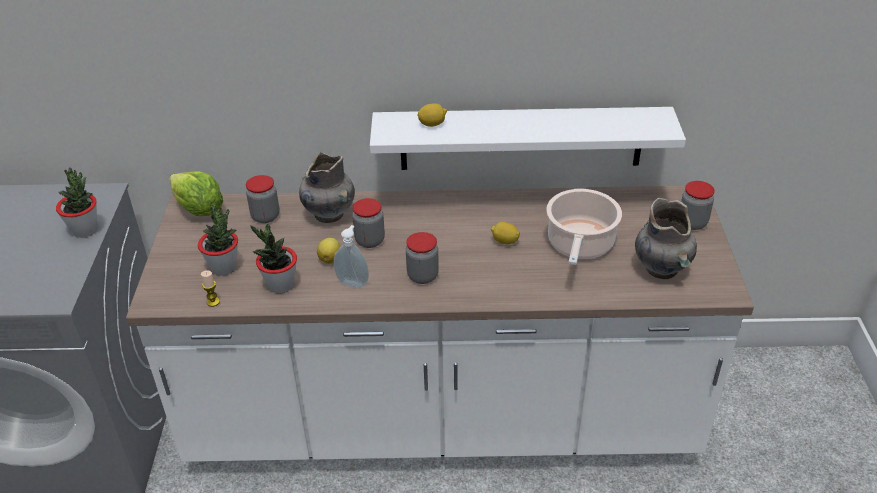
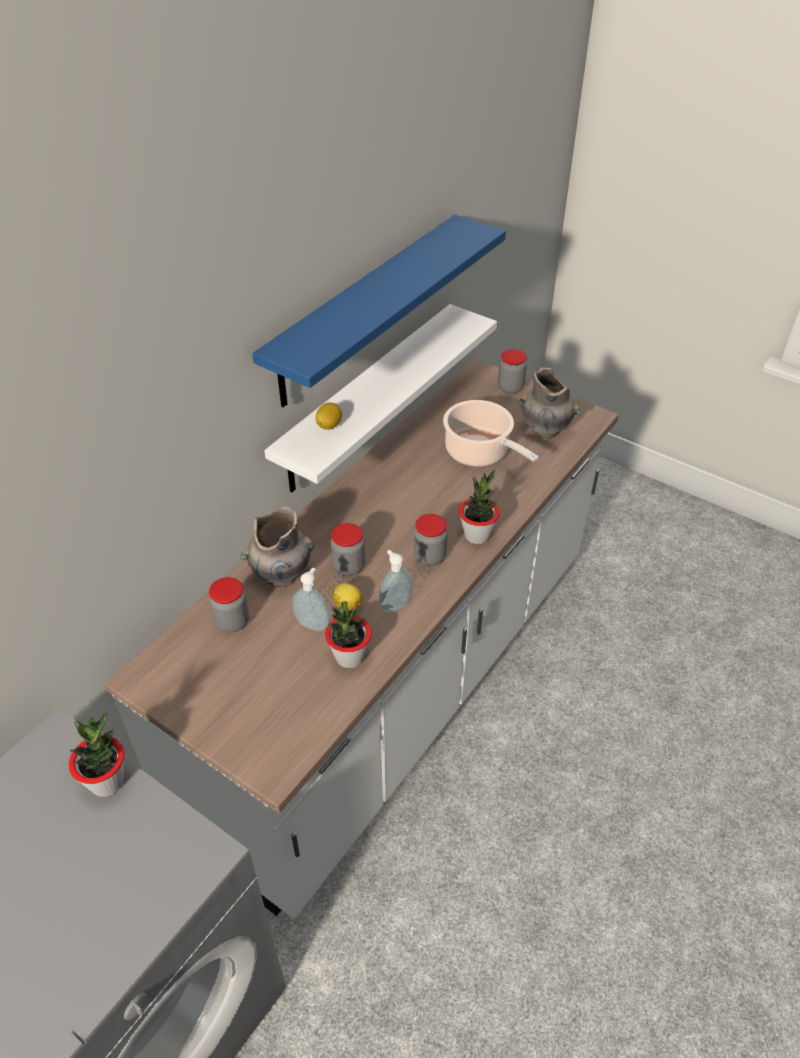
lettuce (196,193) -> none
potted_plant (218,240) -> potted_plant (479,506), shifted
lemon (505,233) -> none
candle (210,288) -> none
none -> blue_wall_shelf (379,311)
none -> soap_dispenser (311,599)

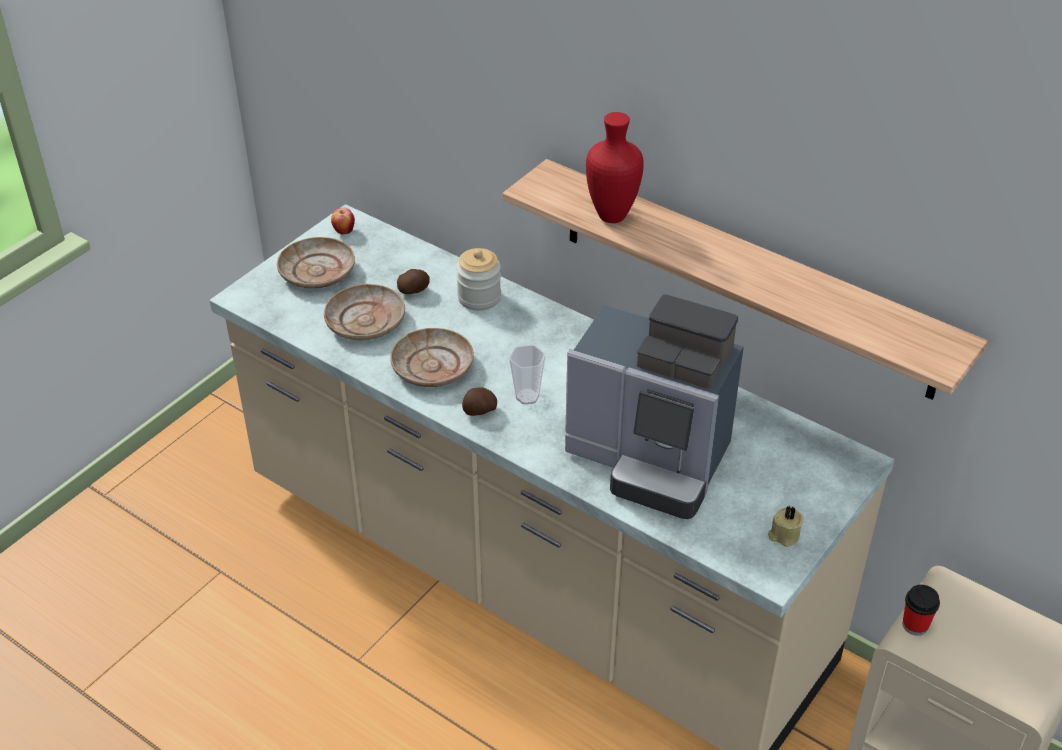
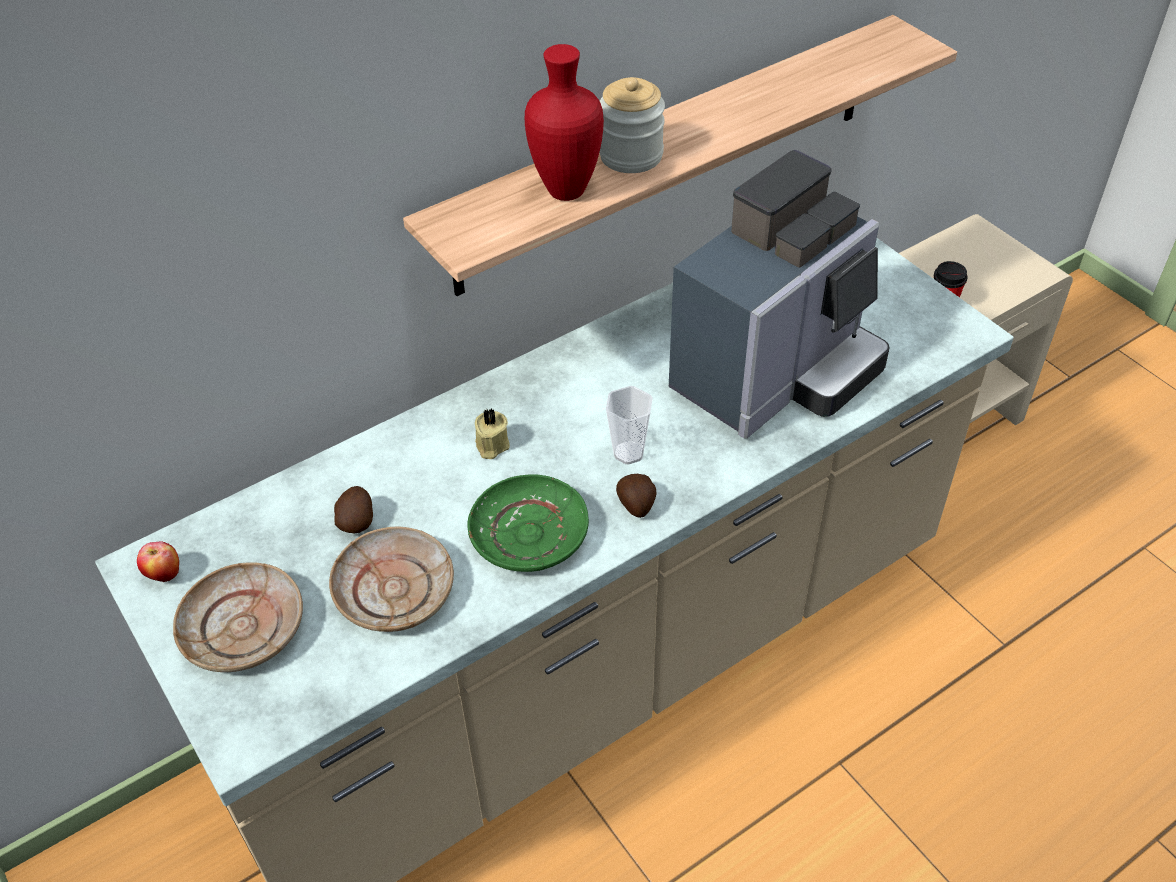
jar (478,279) -> jar (632,125), shifted
beige-coloured_plate (432,357) -> green-coloured_plate (528,523)
beige-coloured_candle (785,526) -> beige-coloured_candle (492,433), shifted

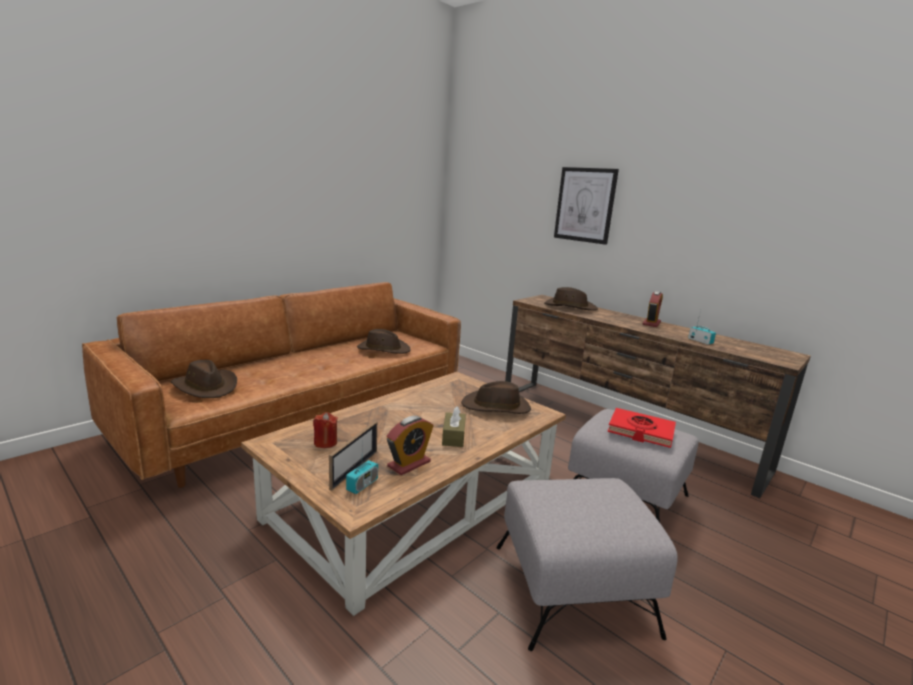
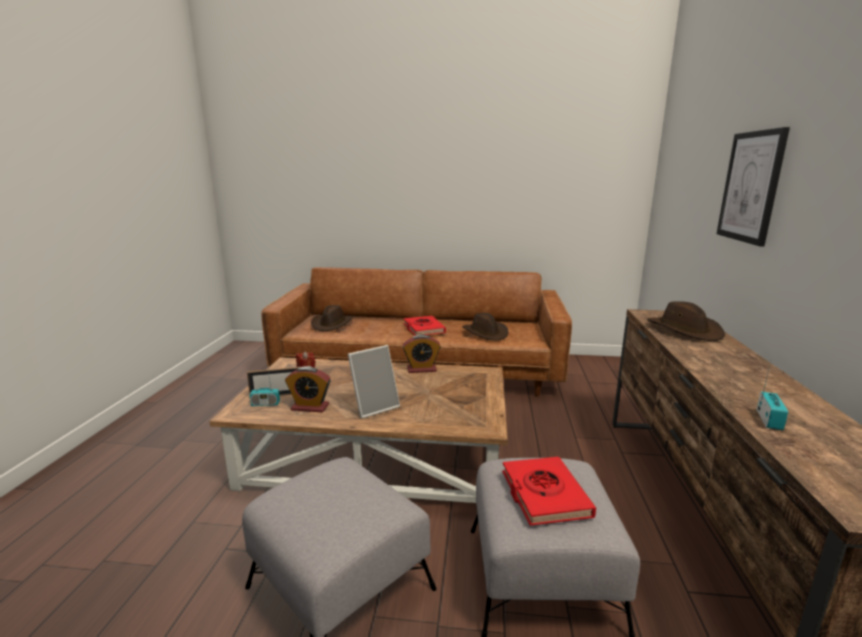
alarm_clock (653,309) -> alarm_clock (422,354), shifted
brownish_wearable_hat (496,397) -> none
brownish_tissue_box (454,426) -> photo_frame (374,382)
none -> red-coloured_book (425,326)

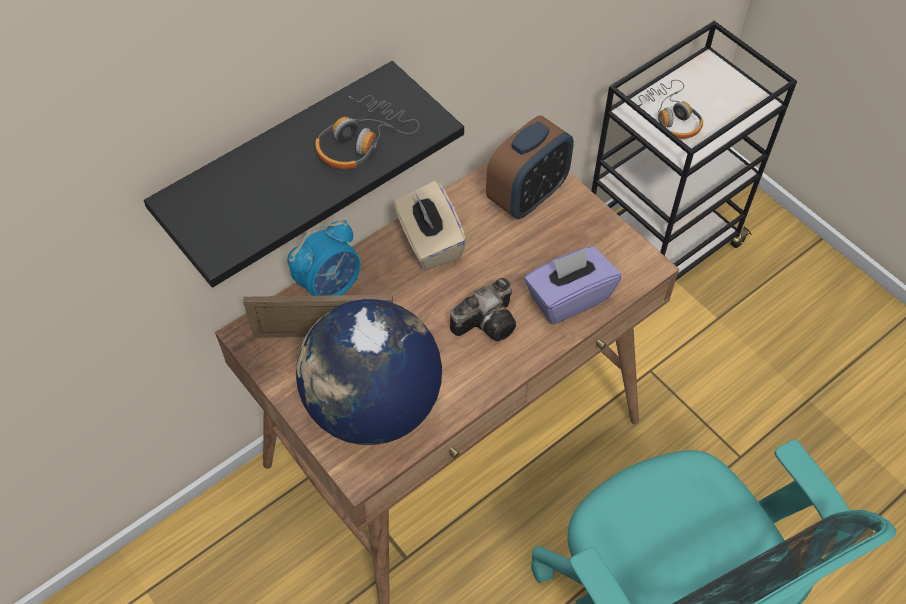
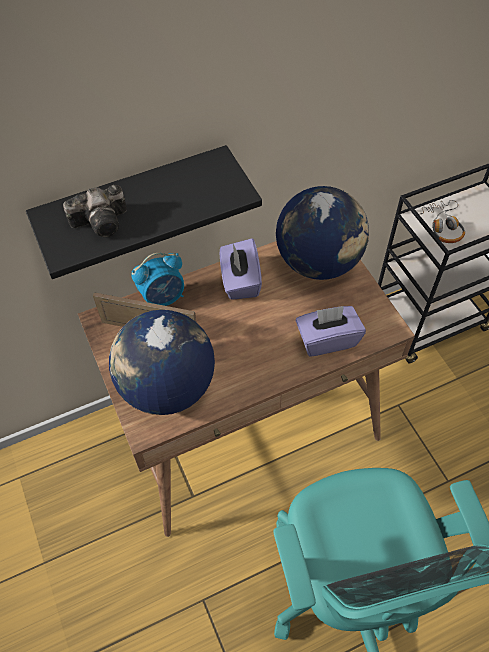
headset (367,132) -> none
alarm_clock (530,167) -> world_globe (322,233)
beige-coloured_tissue_box (430,225) -> purple-coloured_tissue_box (241,269)
still_camera (483,309) -> still_camera (95,211), shifted

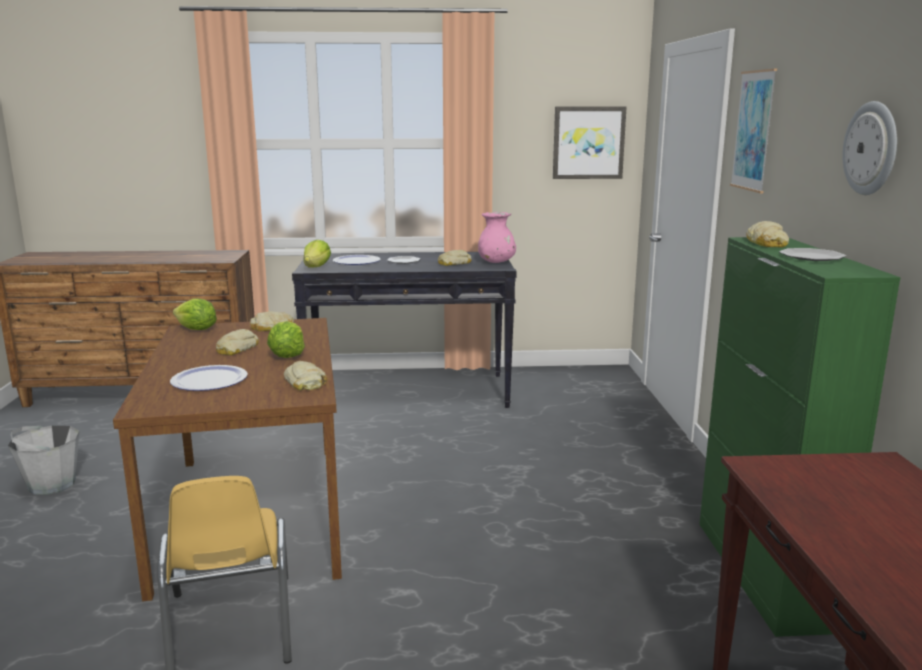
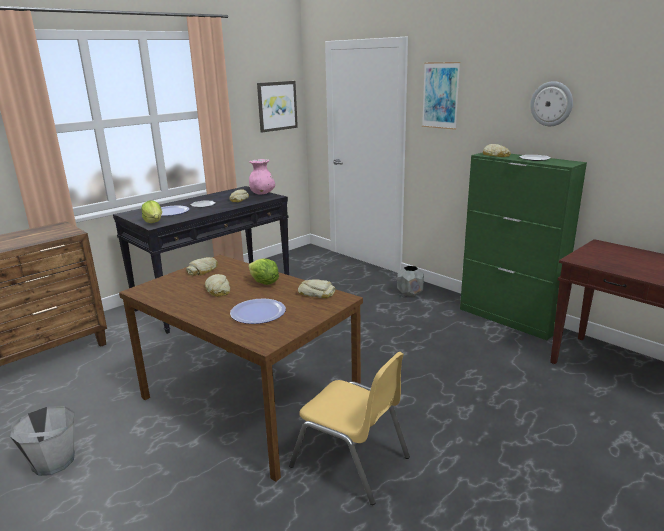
lettuce (195,314) -> none
none -> gray_planter (410,281)

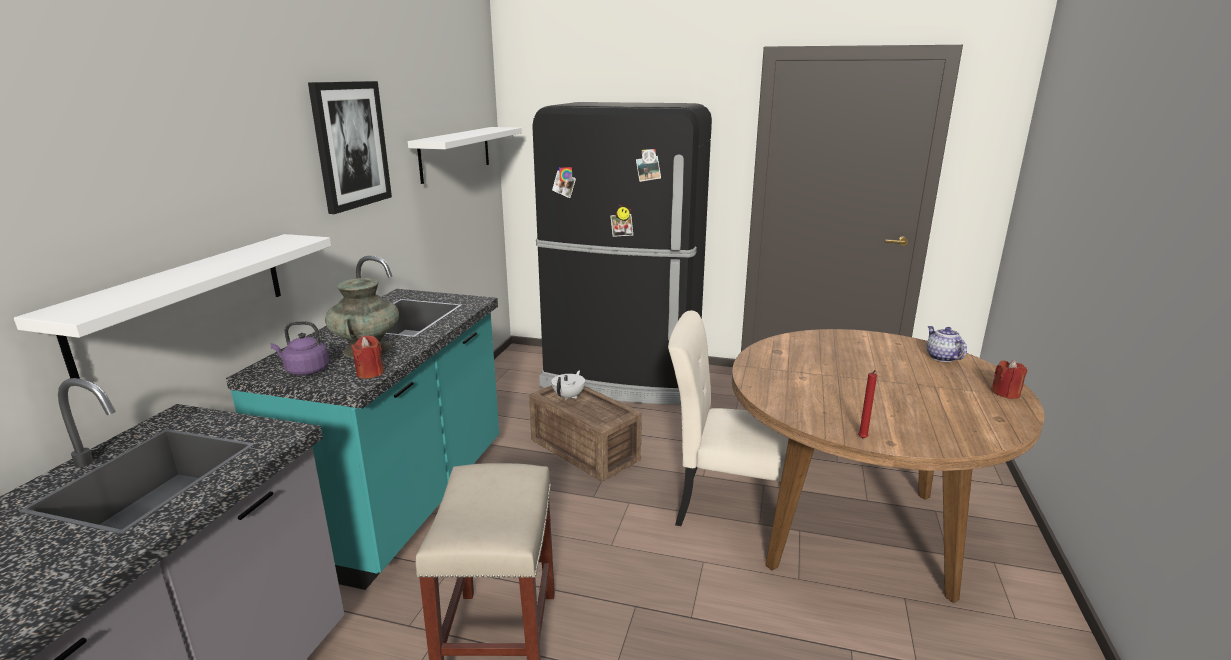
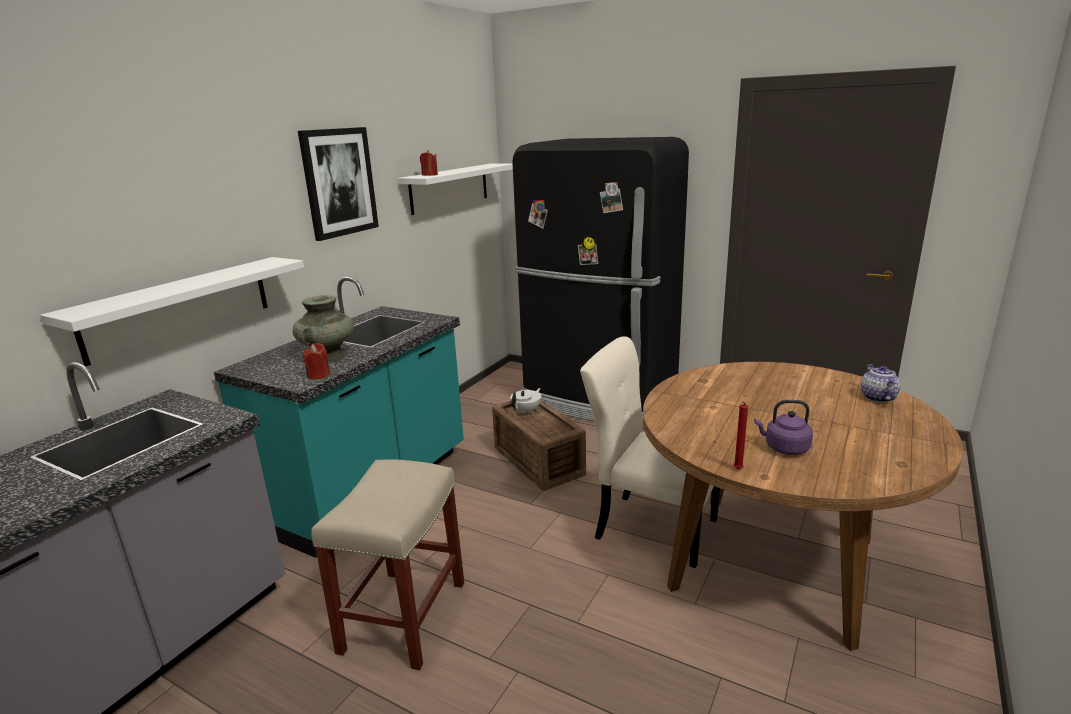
purple-coloured_tea_kettle (299,348) -> purple-coloured_tea_kettle (783,427), shifted
red-coloured_candle (1009,379) -> red-coloured_candle (429,163), shifted

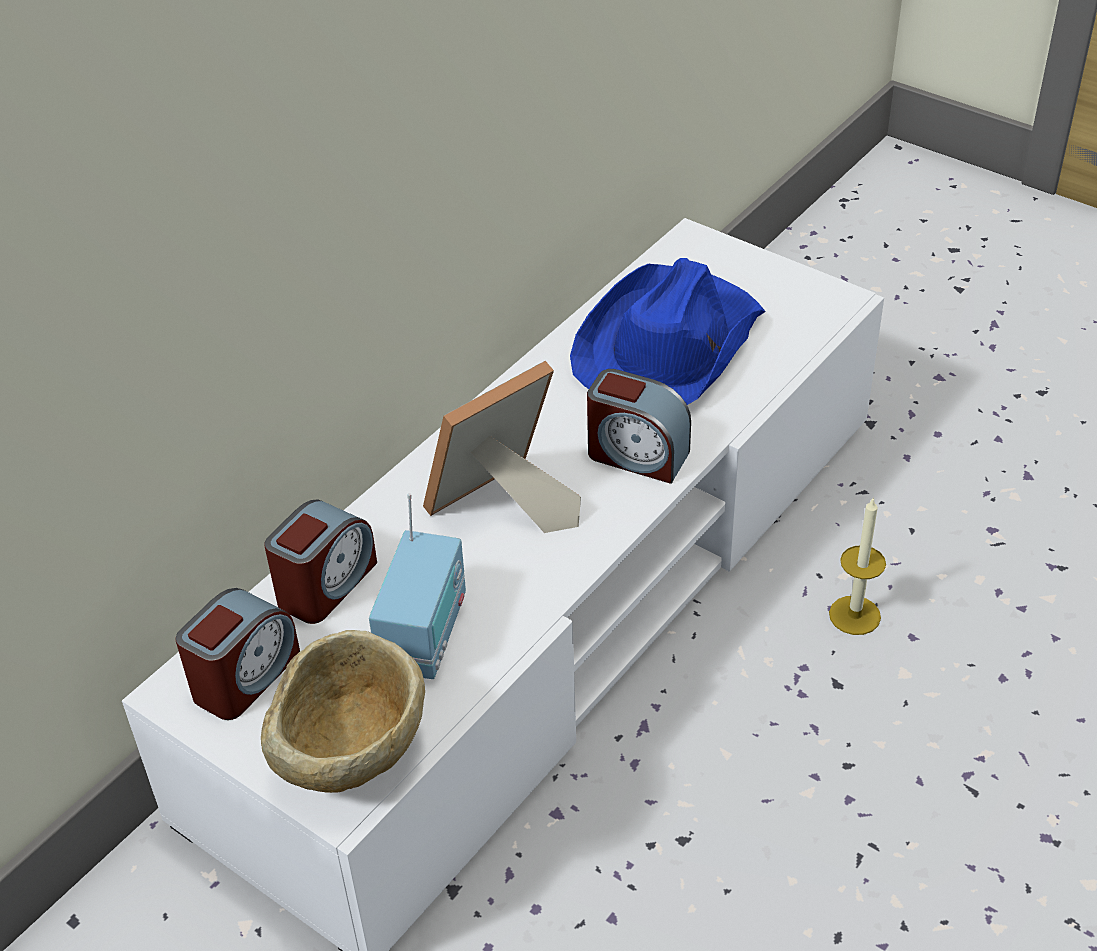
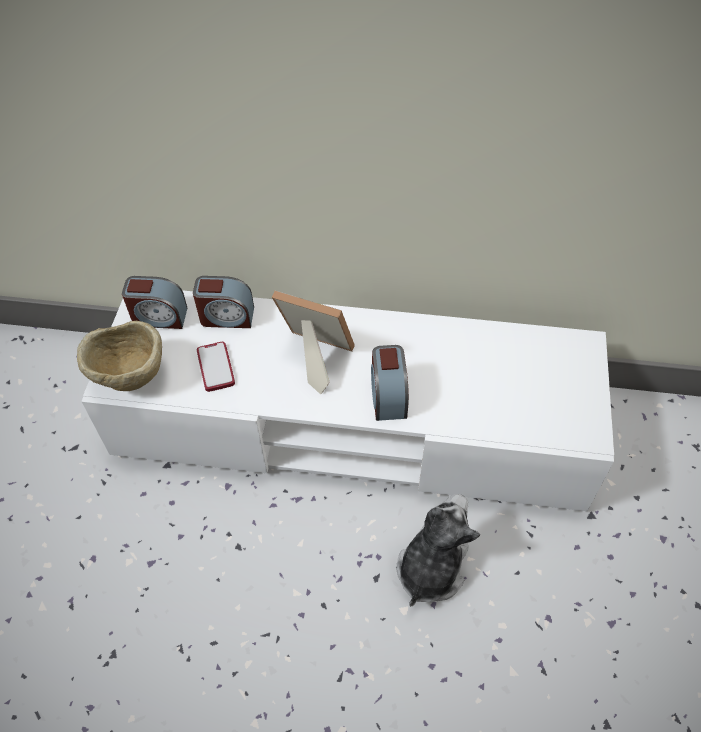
blue_wearable_hat (668,331) -> none
radio_set (417,586) -> handset (216,367)
candle (857,566) -> soft_toy (438,550)

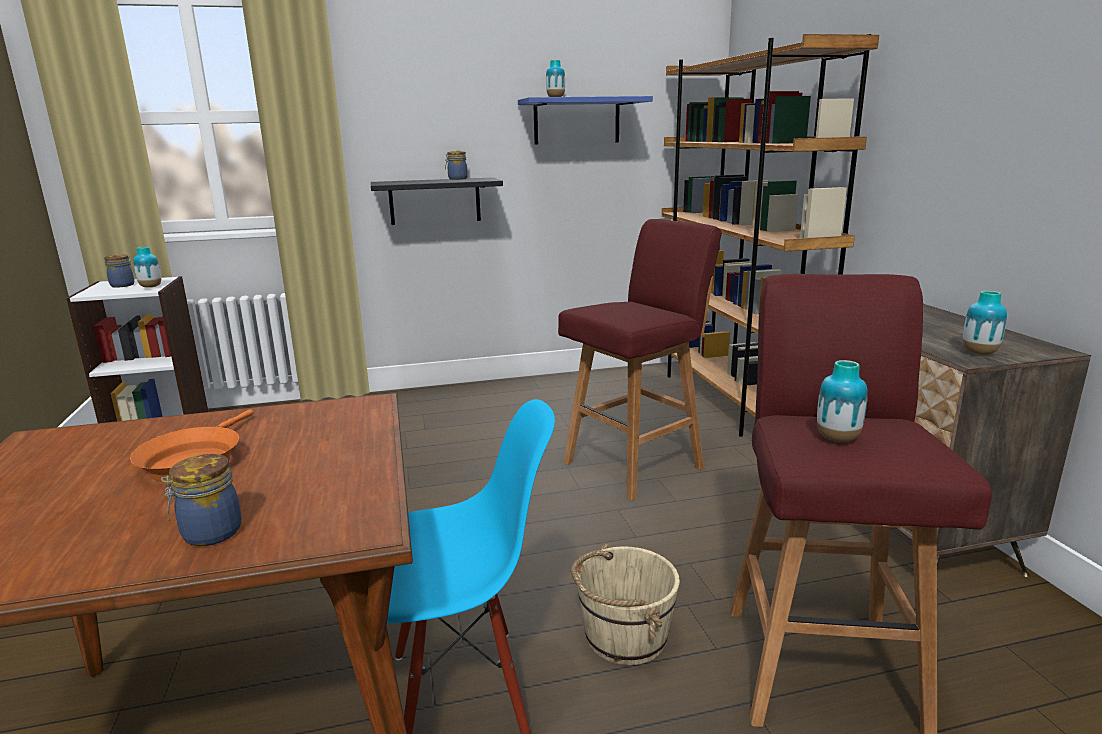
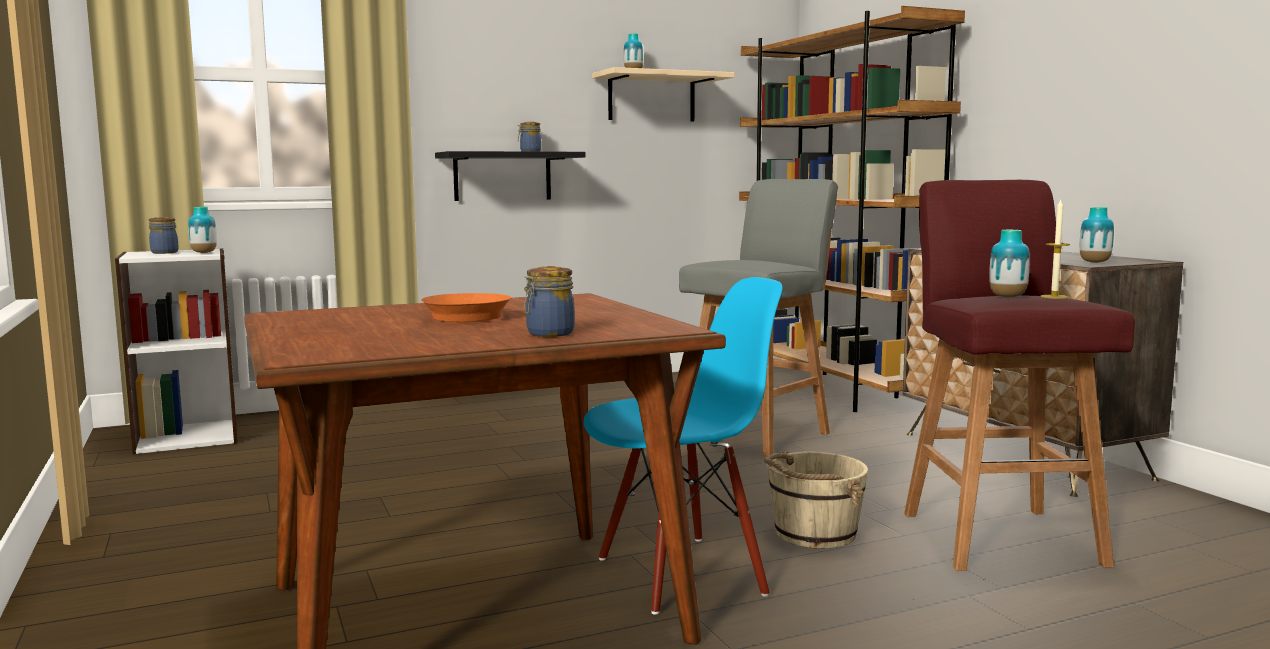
blue_wall_shelf (585,120) -> beige-coloured_wall_shelf (663,94)
red-coloured_stool (640,359) -> gray_stool (758,317)
none -> candle (1055,248)

